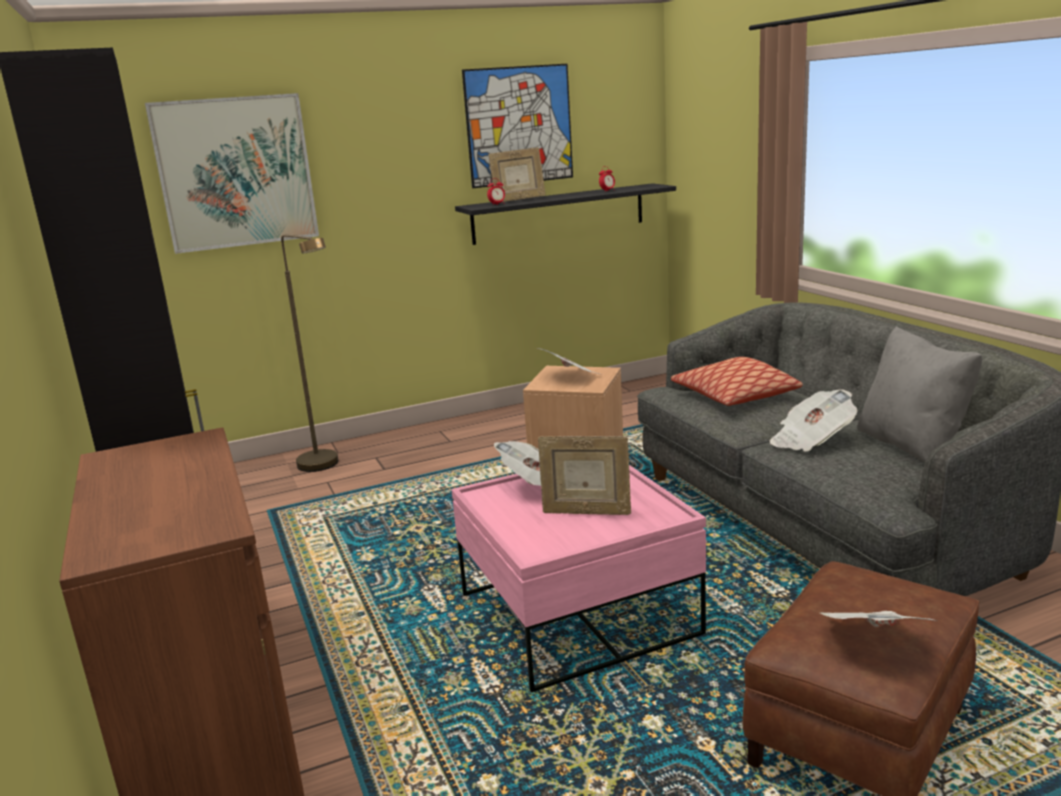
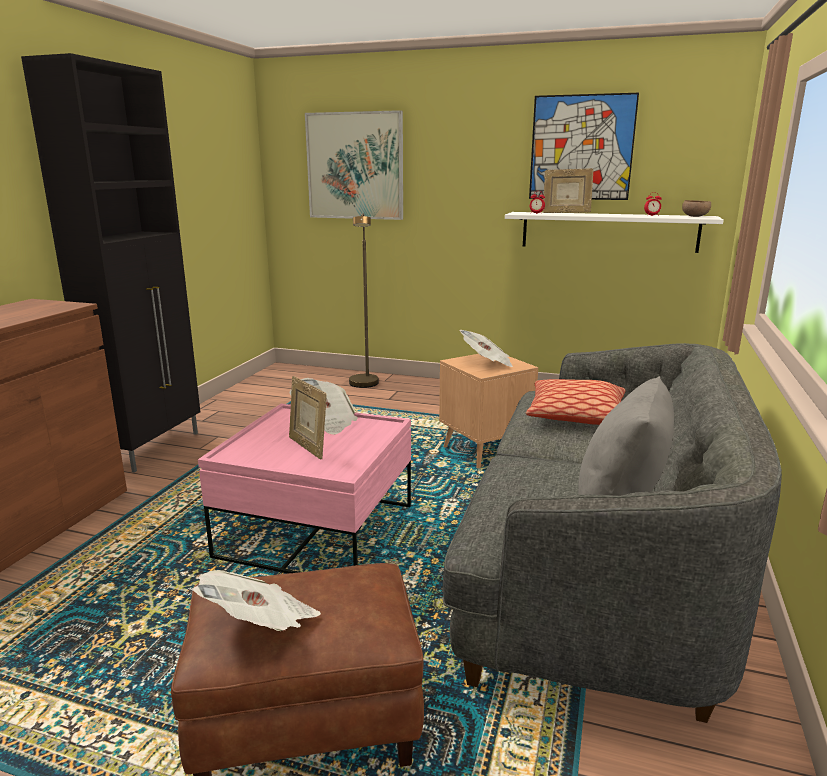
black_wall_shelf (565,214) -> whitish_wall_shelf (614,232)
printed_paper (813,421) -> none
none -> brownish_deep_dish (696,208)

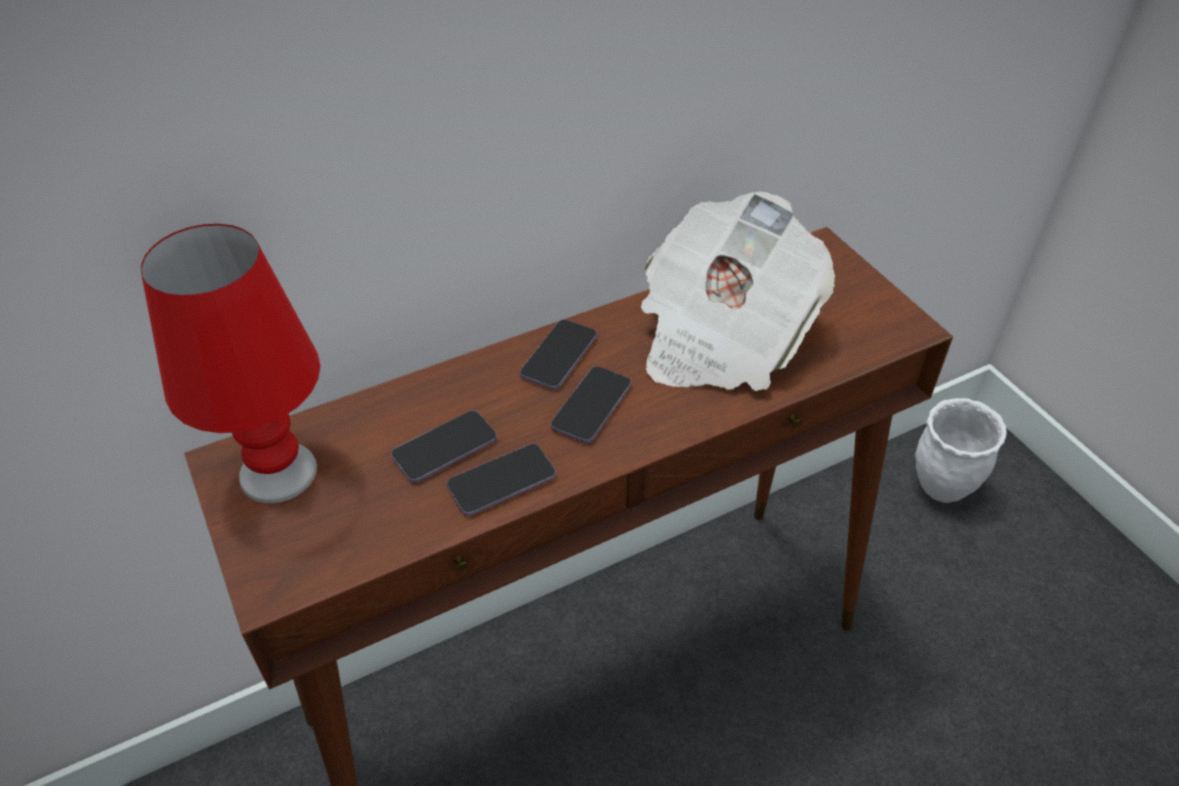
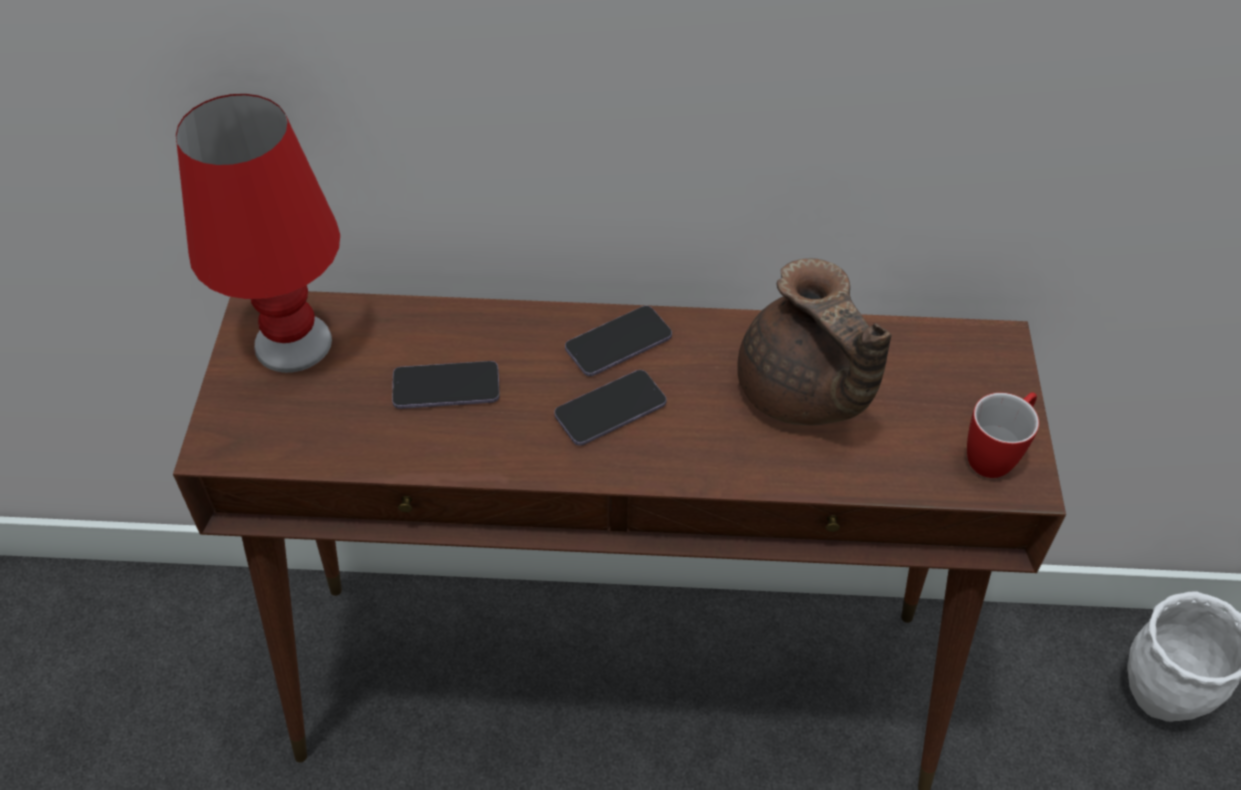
printed_paper (738,291) -> brownish_tea_pot (814,342)
handset (501,480) -> none
none -> mug (1003,435)

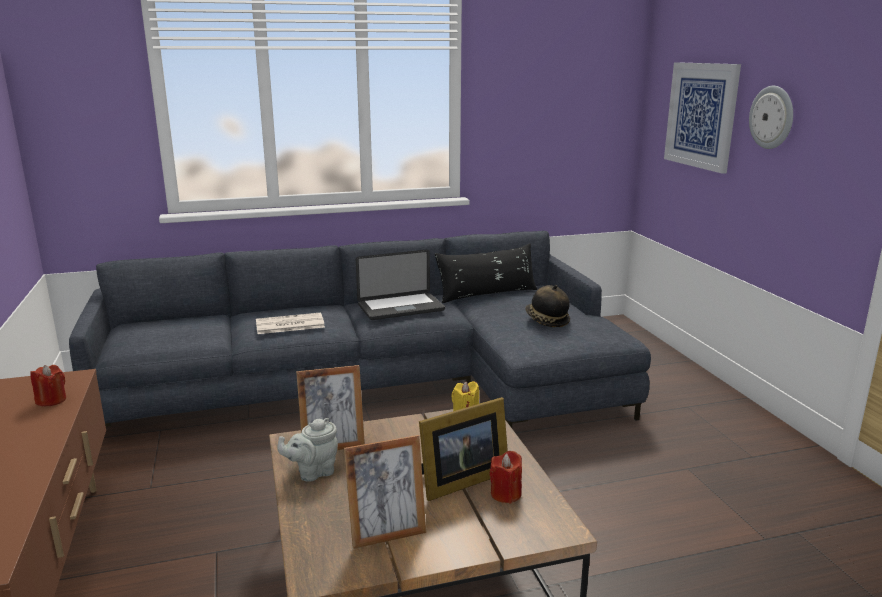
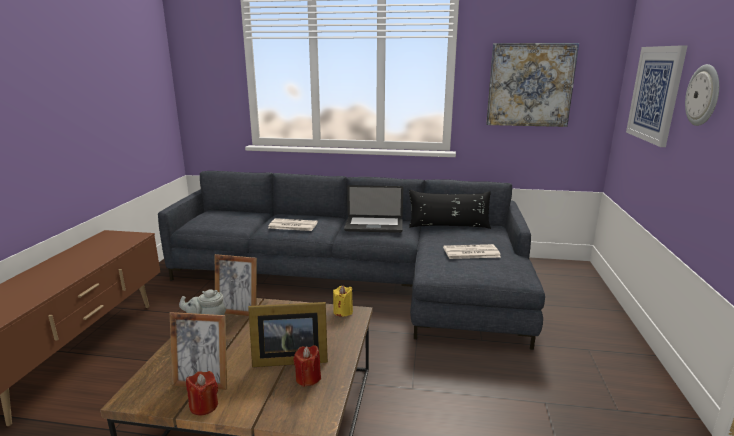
wearable_hat (547,306) -> printed_paper (472,251)
red-coloured_candle (48,385) -> red-coloured_candle (202,393), shifted
none -> wall_picture (532,85)

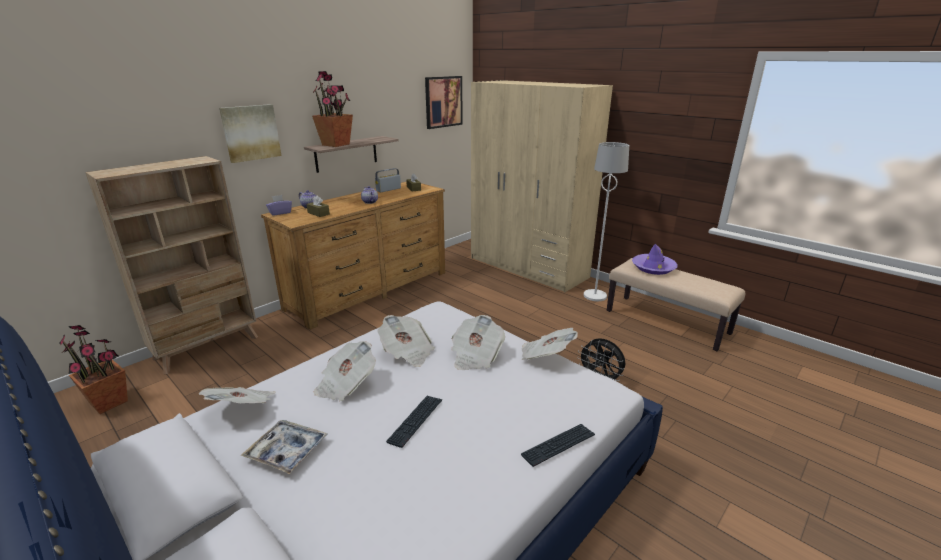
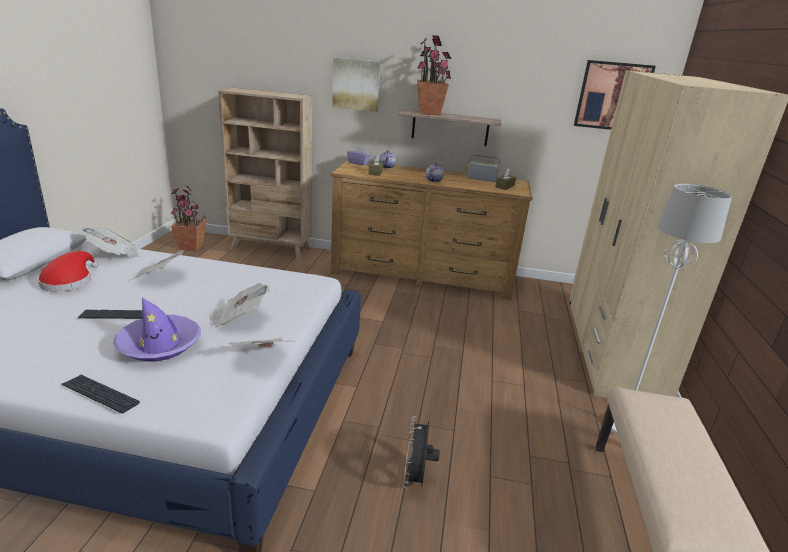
purple-coloured_wearable_hat (655,259) -> purple-coloured_wearable_hat (157,329), shifted
printed_paper (406,341) -> none
tray (284,447) -> red-coloured_wearable_hat (68,271)

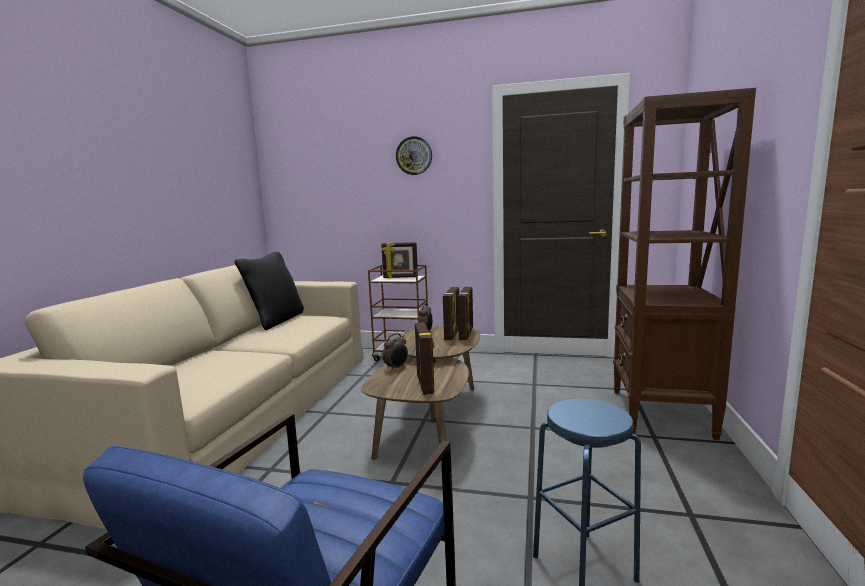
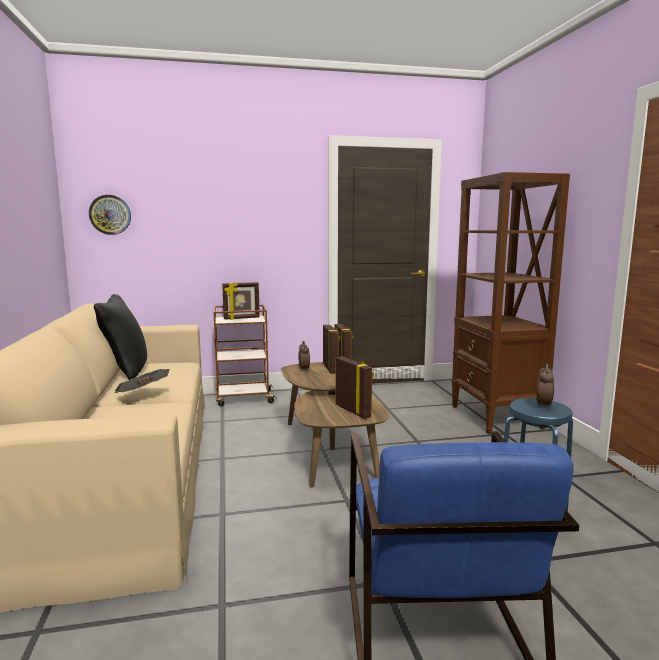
wall_clock (414,155) -> wall_clock (110,215), shifted
alarm_clock (395,352) -> alarm_clock (545,386), shifted
none -> printed_paper (142,381)

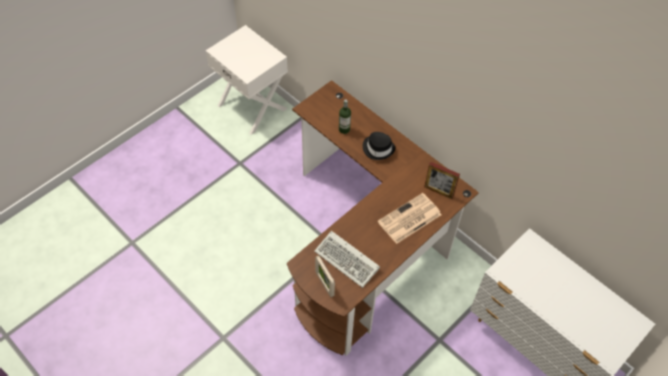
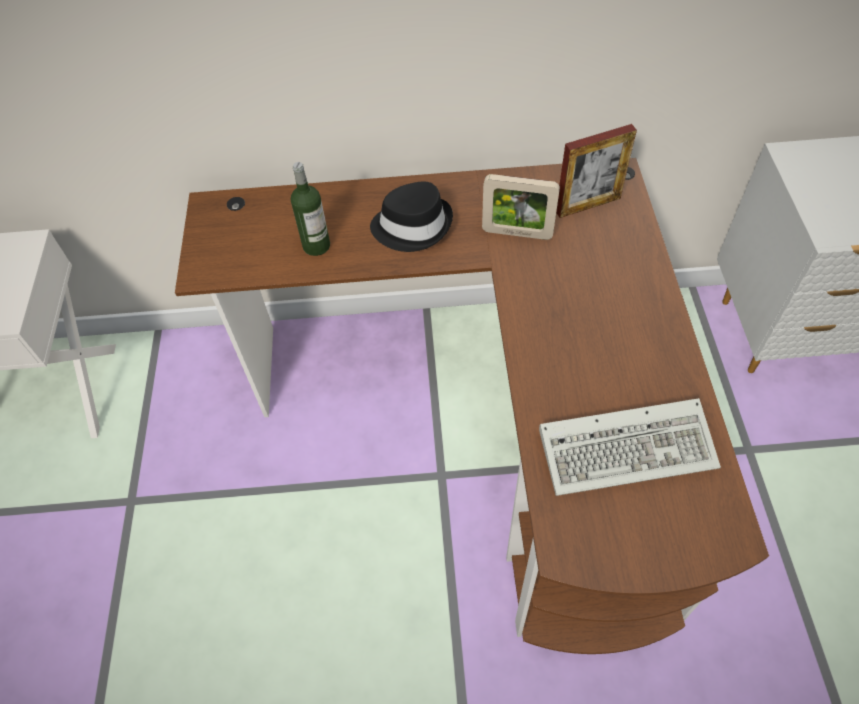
printed_paper (410,218) -> none
photo_frame (325,276) -> photo_frame (521,207), shifted

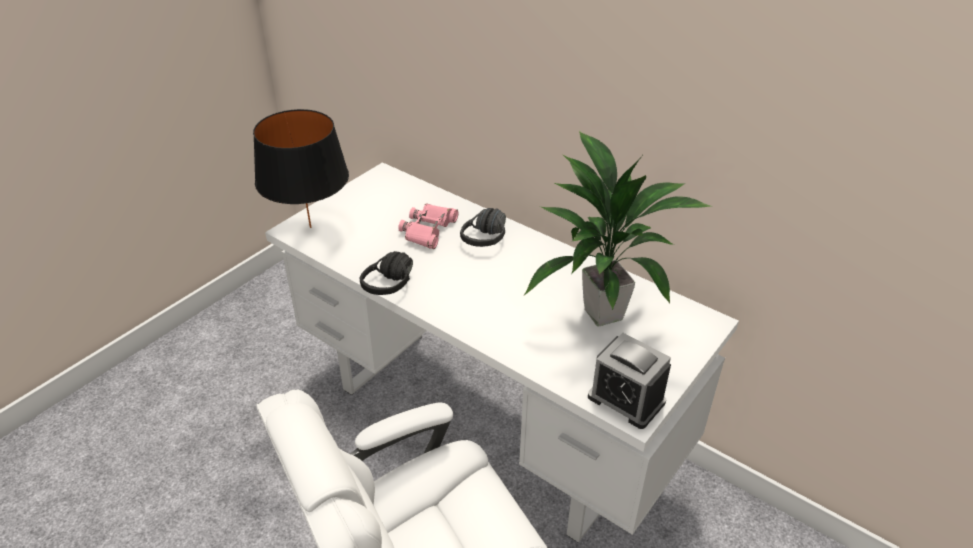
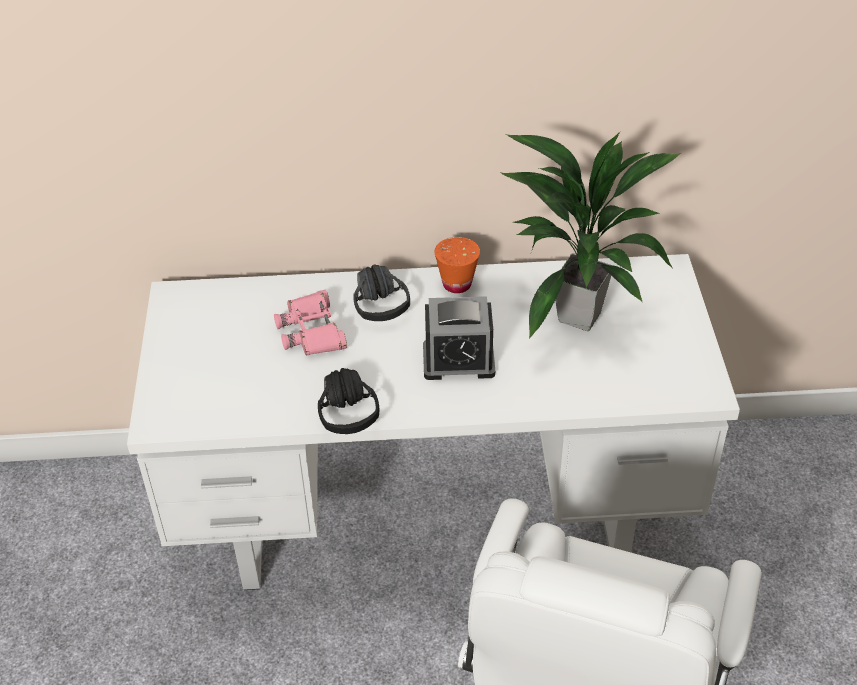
black_tabletop_lamp (301,168) -> none
alarm_clock (629,381) -> alarm_clock (459,338), shifted
none -> orange-coloured_small_cup (457,265)

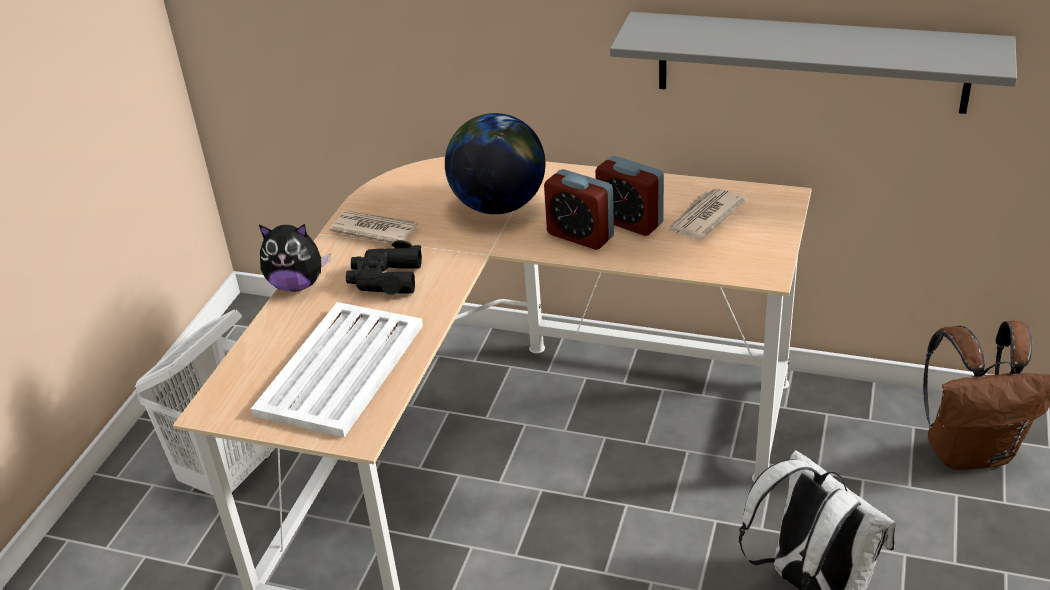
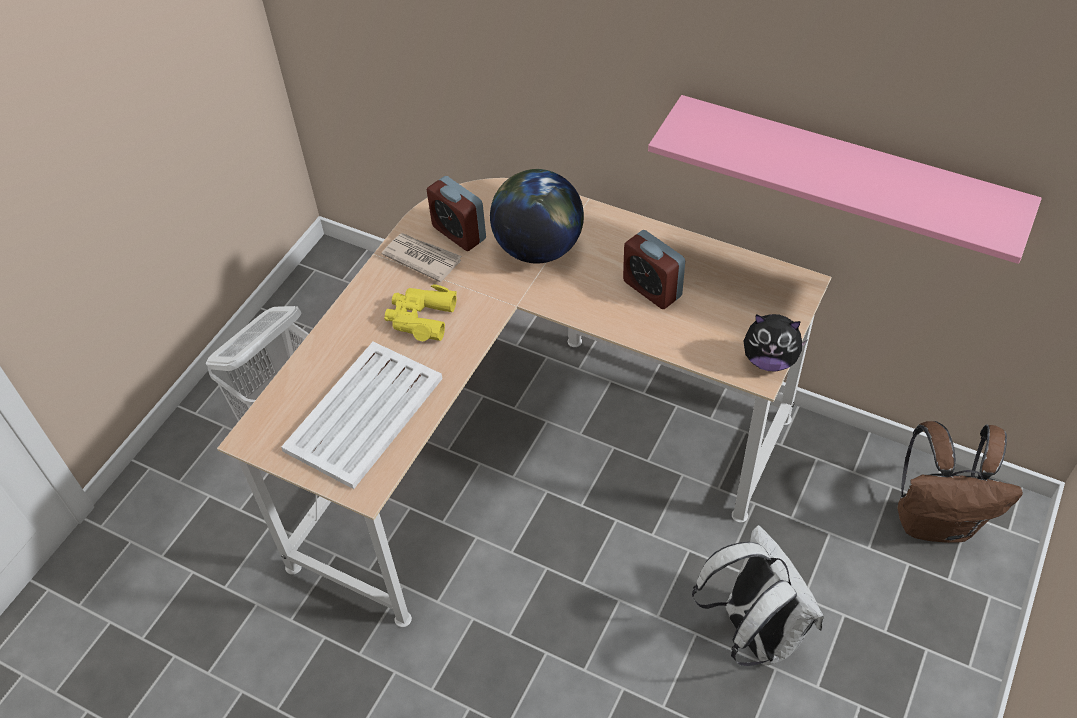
gray_wall_shelf (813,63) -> pinkish_wall_shelf (845,179)
alarm_clock (579,209) -> alarm_clock (456,213), shifted
printed_paper (707,213) -> none
soft_toy (294,258) -> soft_toy (776,342), shifted
black_pair_of_binoculars (384,267) -> yellow_pair_of_binoculars (420,312)

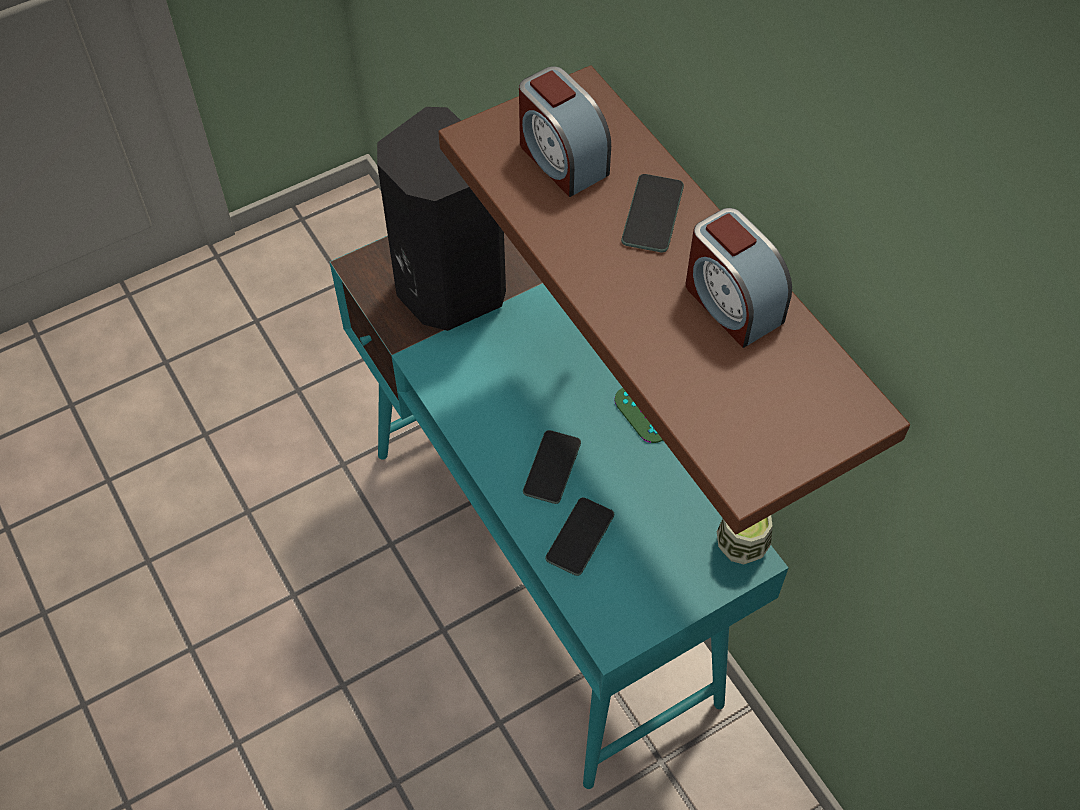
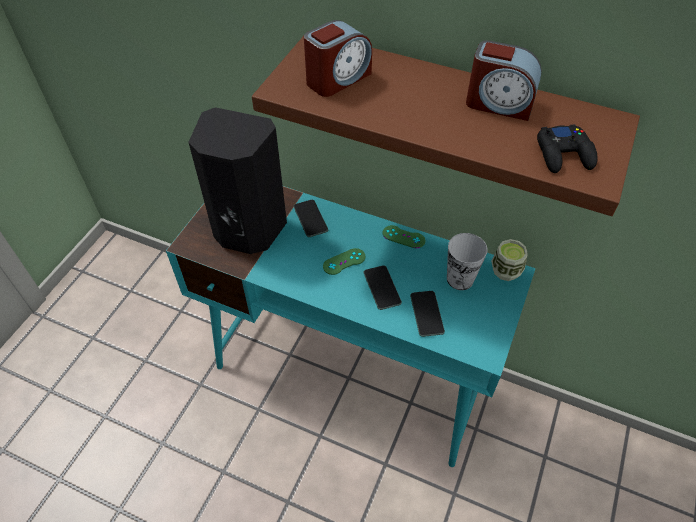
alarm_clock (565,131) -> alarm_clock (338,58), 60 degrees counterclockwise
handset (652,213) -> handset (310,218), shifted
none -> black_joypad (567,148)
none -> small_cup (467,261)
none -> green-coloured_joypad (344,261)

